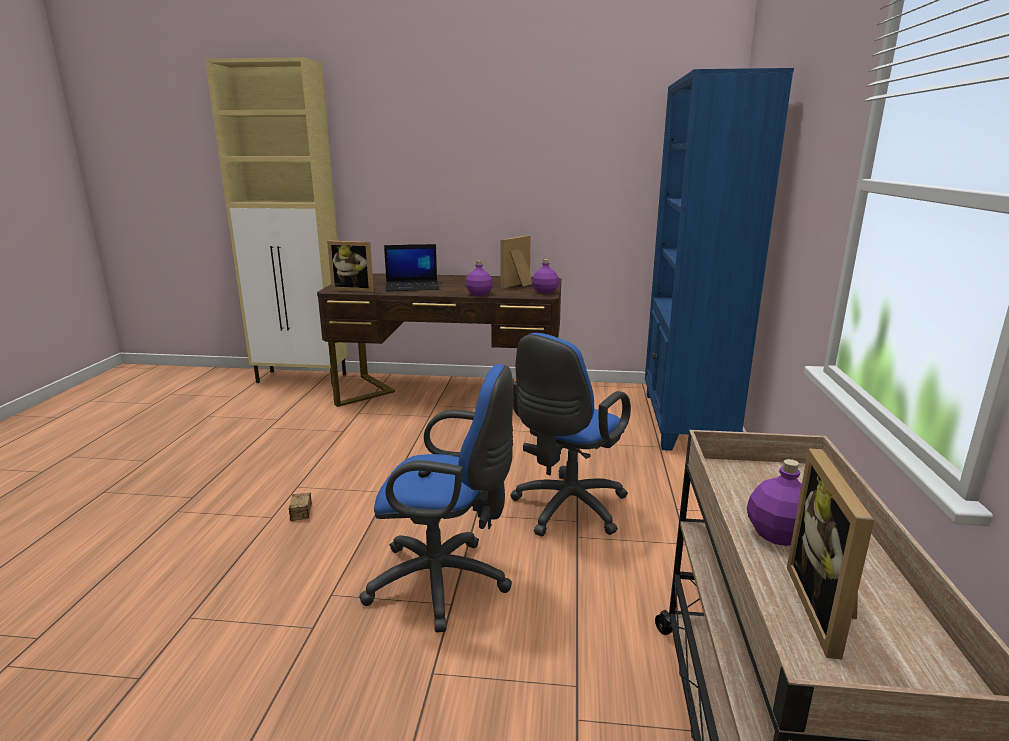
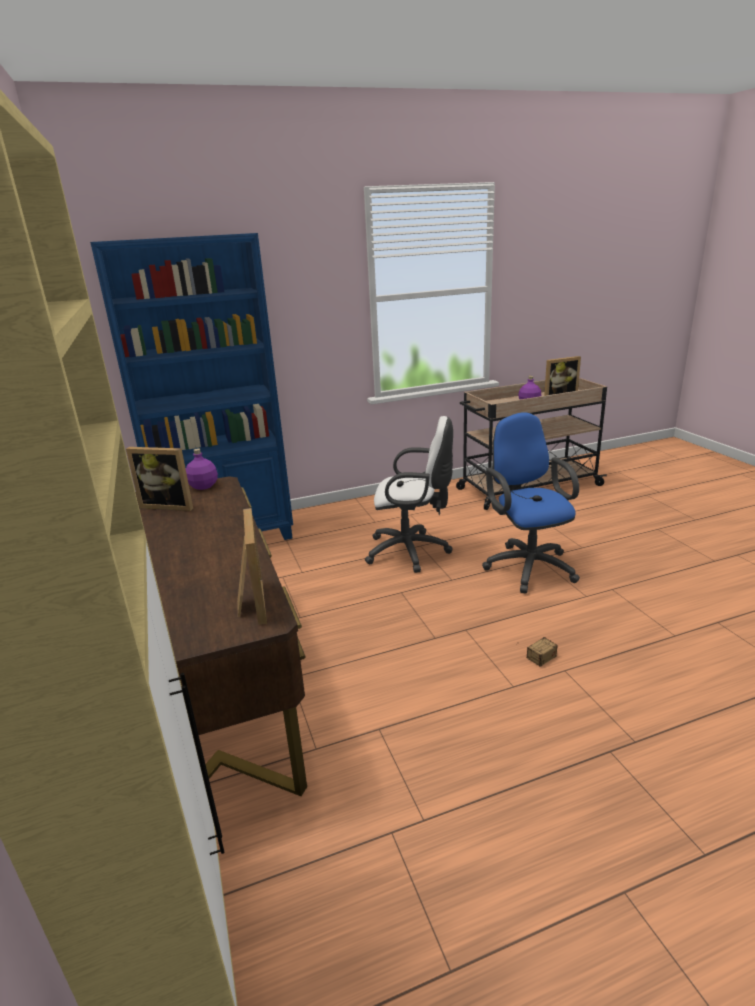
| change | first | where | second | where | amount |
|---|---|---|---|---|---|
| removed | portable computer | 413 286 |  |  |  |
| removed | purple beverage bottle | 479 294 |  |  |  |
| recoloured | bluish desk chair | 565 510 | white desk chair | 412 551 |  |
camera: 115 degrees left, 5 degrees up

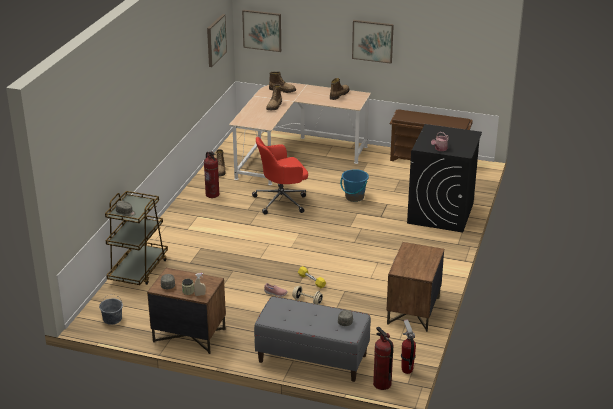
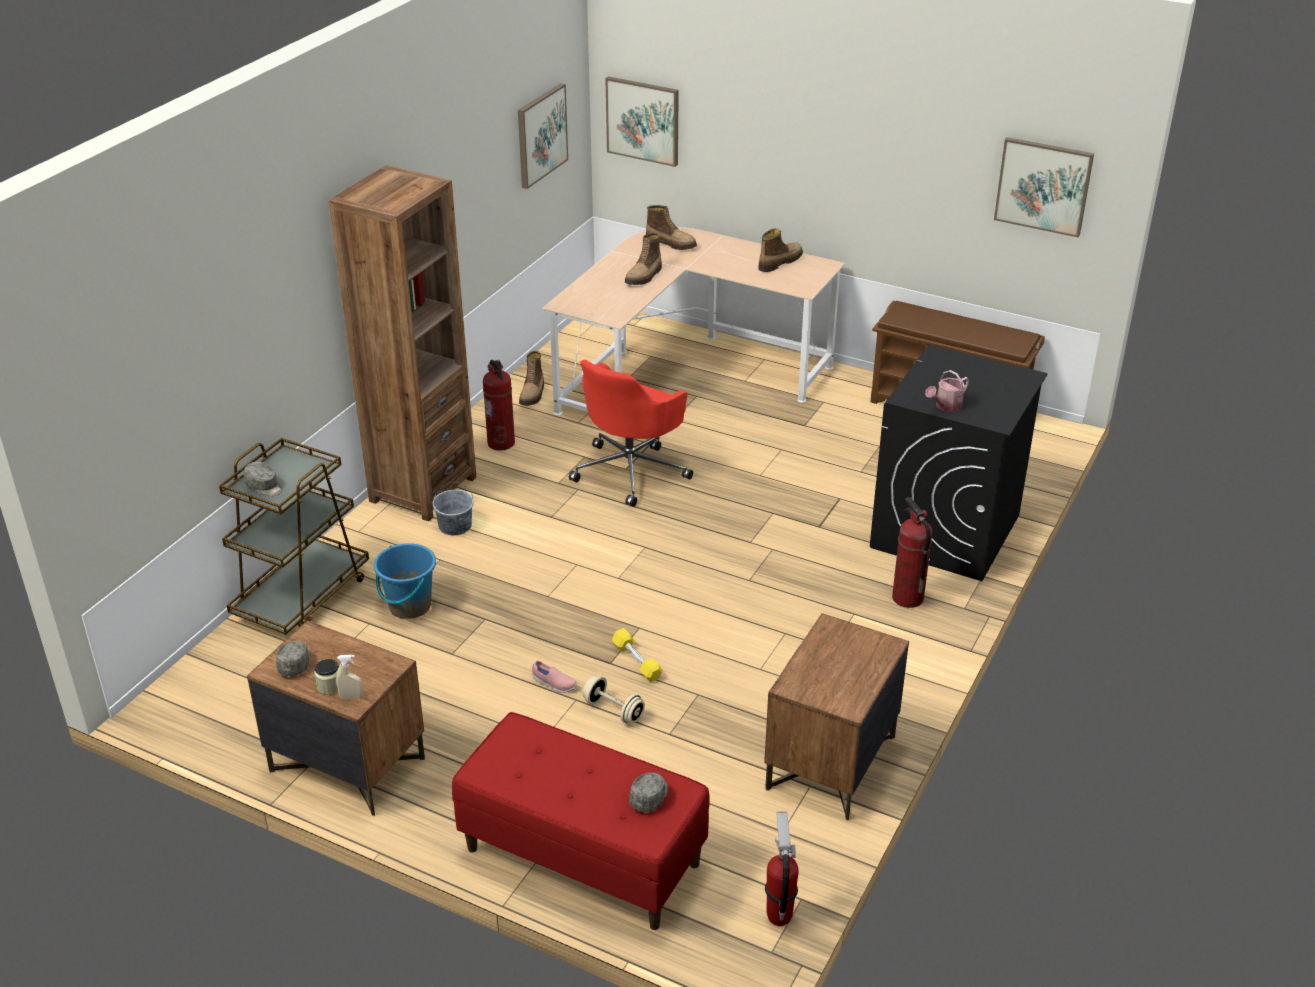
| change | first | where | second | where | amount |
|---|---|---|---|---|---|
| moved | grey bucket | 112 319 |  | 454 526 |  |
| turned | red desk chair | 282 201 |  | 631 470 | 45 degrees counterclockwise |
| recoloured | grey long seat | 312 358 | red long seat | 582 857 |  |
| moved | bluish bucket | 354 197 |  | 409 606 |  |
| moved | wall art | 372 41 |  | 1043 186 |  |
| moved | extinguisher | 382 384 |  | 907 598 |  |
| added |  |  | brown-coloured bookshelf | 423 489 |  |
camera: 10 degrees right, 5 degrees up

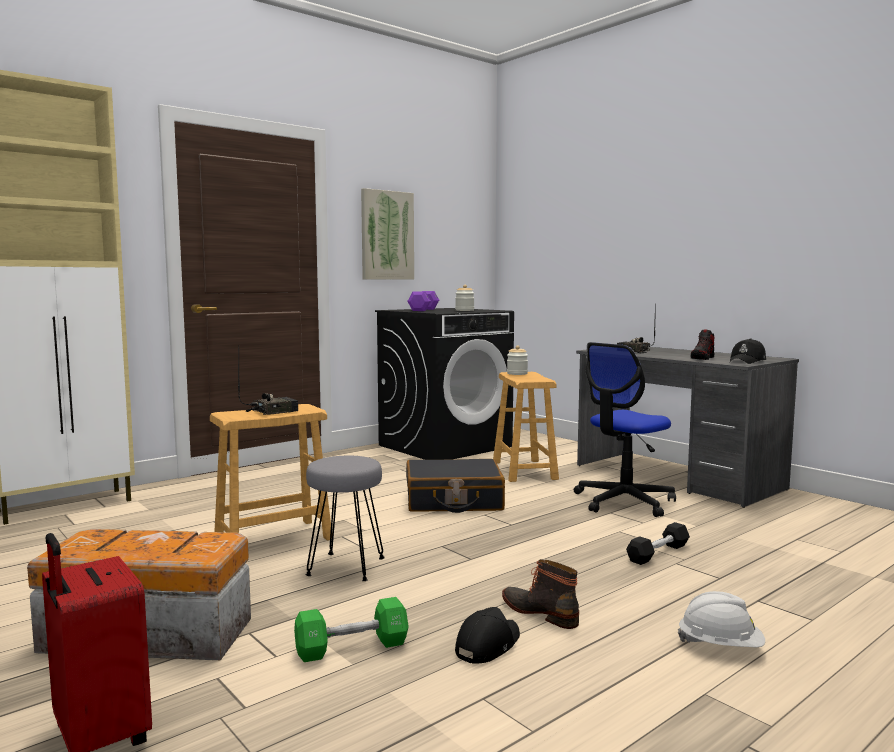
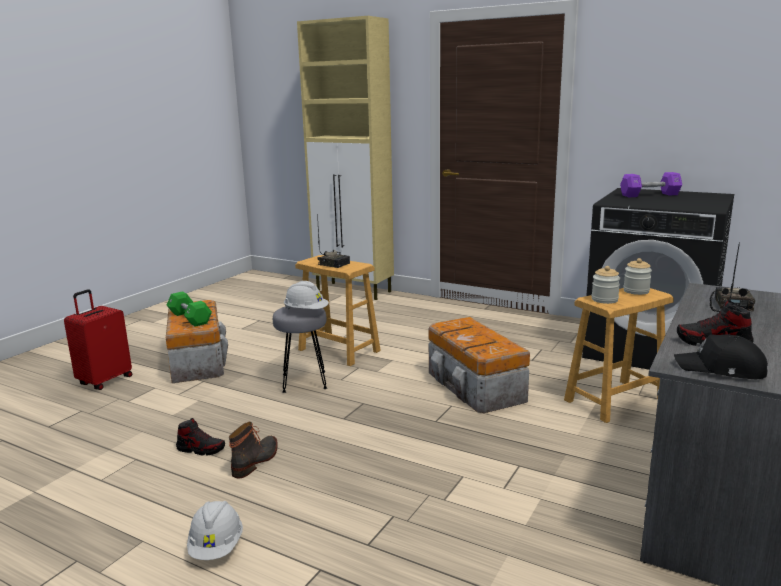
| change | first | where | second | where | amount |
|---|---|---|---|---|---|
| moved | green hand weight | 352 647 |  | 190 318 |  |
| removed | wall art | 387 235 |  |  |  |
| replaced | blackish suitcase | 453 501 | storage box | 475 387 |  |
| moved | storage jar | 464 310 |  | 604 300 |  |
| replaced | blackish baseball cap | 487 645 | item of footwear | 201 449 |  |
| removed | desk chair | 624 501 |  |  |  |
| removed | blackish hand weight | 658 553 |  |  |  |
| added |  |  | white safety helmet | 306 311 |  |
camera: 70 degrees right, 10 degrees up

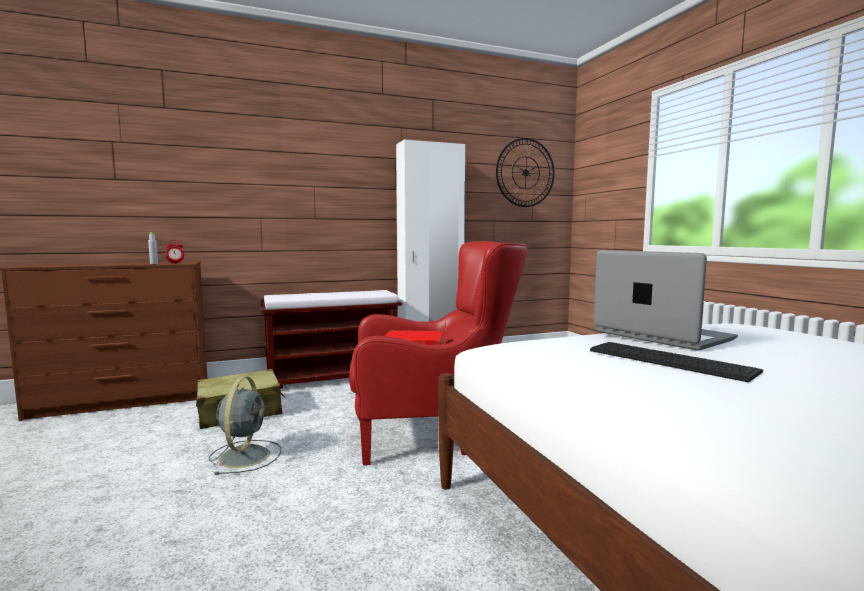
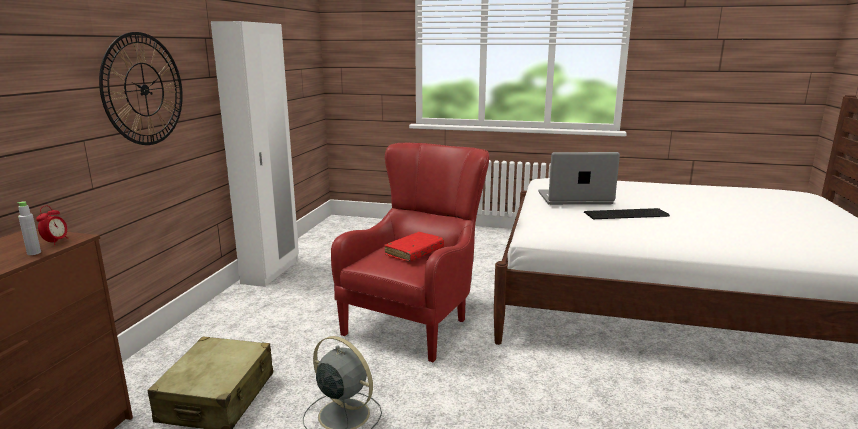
| change | first | where | second | where | amount |
|---|---|---|---|---|---|
| removed | brown-coloured long seat | 334 378 |  |  |  |
| moved | hanging clock | 525 172 |  | 144 89 |  |
camera: 55 degrees left, 10 degrees up

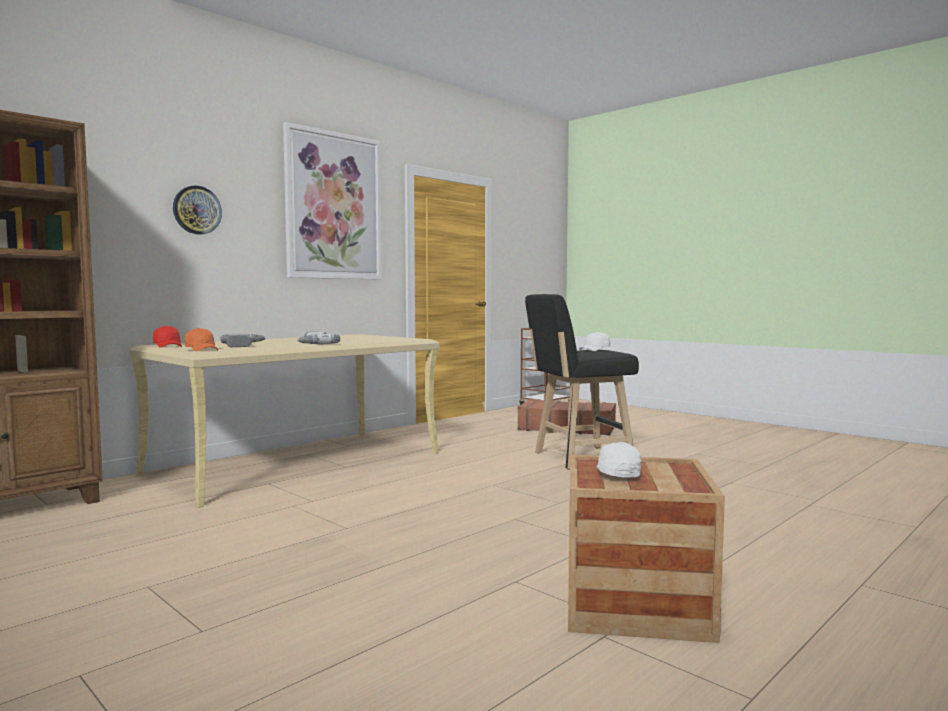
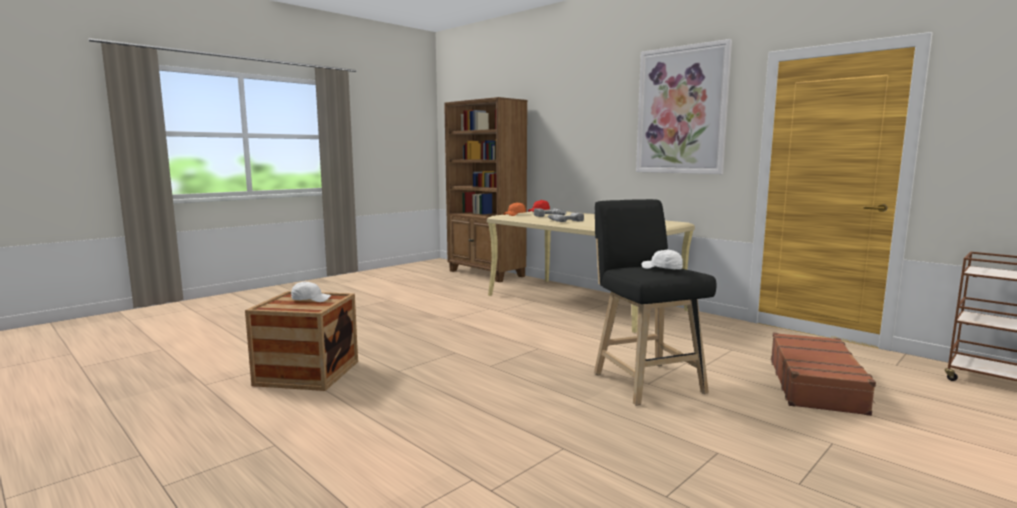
| change | first | where | second | where | amount |
|---|---|---|---|---|---|
| removed | hanging clock | 197 210 |  |  |  |
camera: 90 degrees right, 5 degrees up

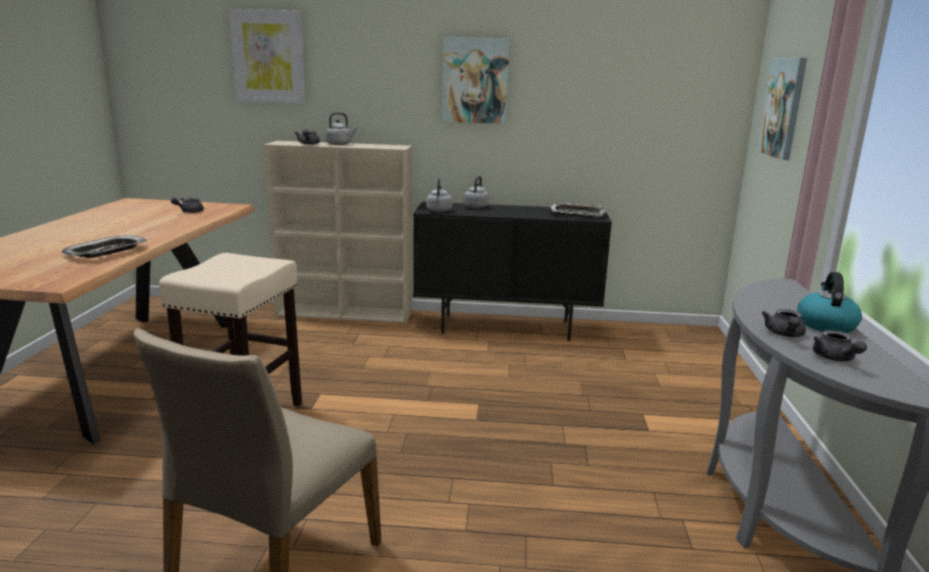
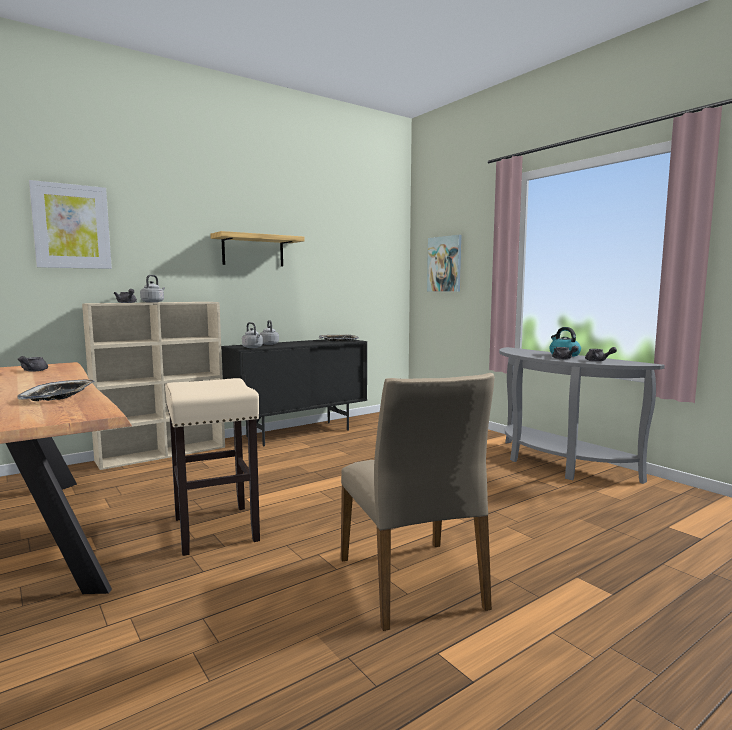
| change | first | where | second | where | amount |
|---|---|---|---|---|---|
| replaced | wall art | 475 80 | shelf | 253 251 |  |
camera: 40 degrees left, 10 degrees down

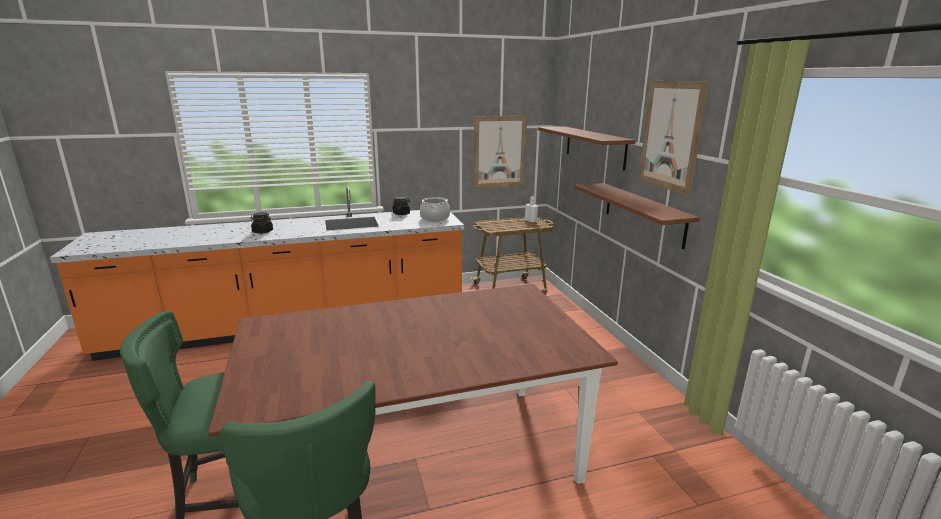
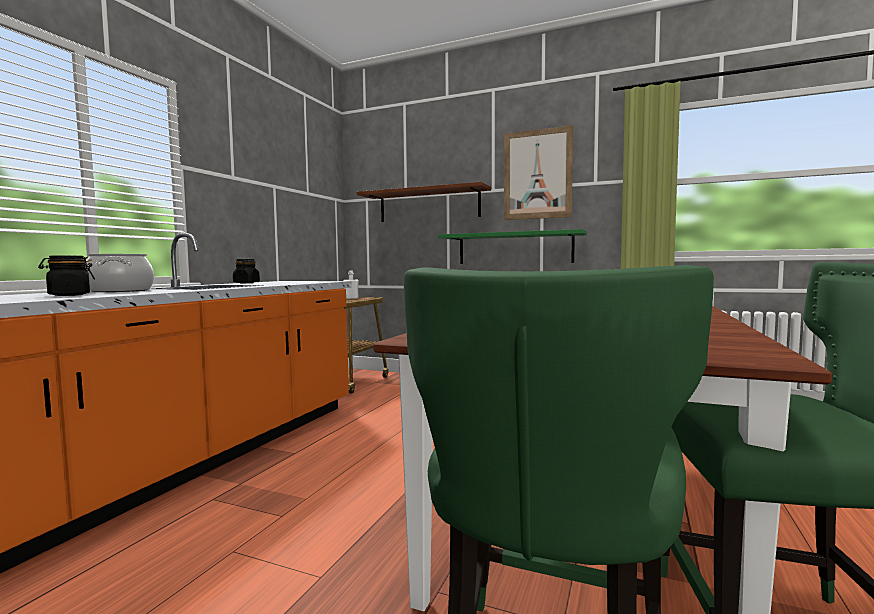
| change | first | where | second | where | amount |
|---|---|---|---|---|---|
| moved | saucepot | 435 218 |  | 120 291 |  |
| removed | wall art | 499 152 |  |  |  |
| recoloured | brown-coloured shelf | 643 213 | green shelf | 514 248 |  |
camera: 50 degrees left, 15 degrees down

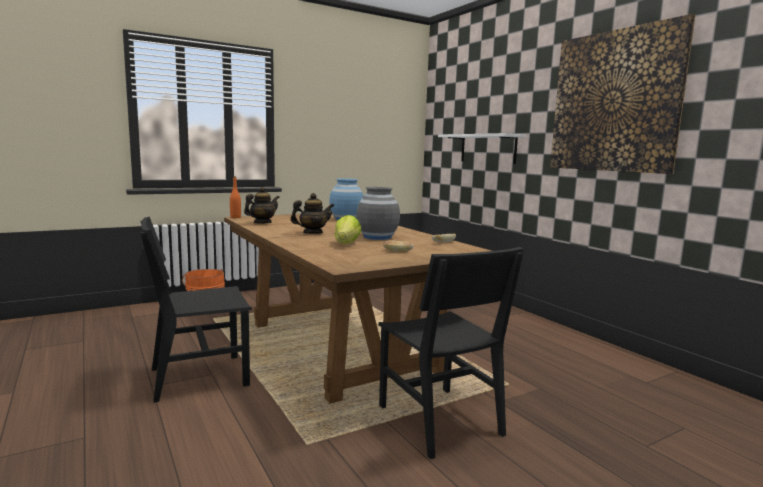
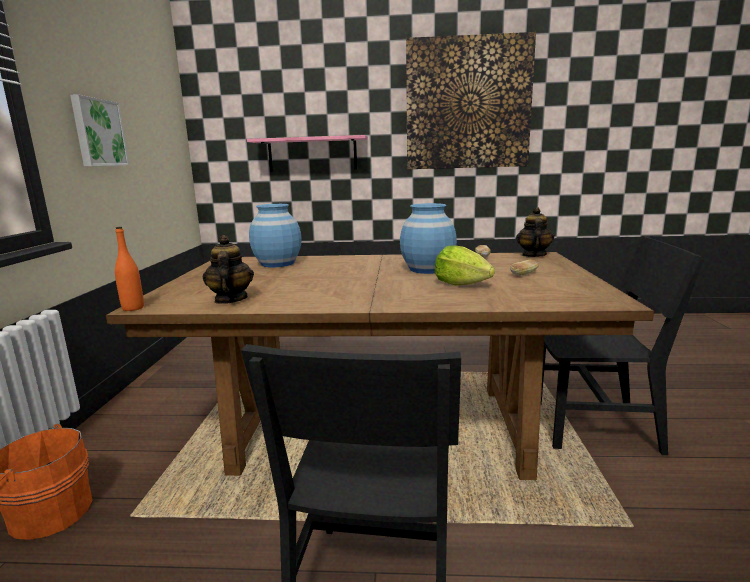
| change | first | where | second | where | amount |
|---|---|---|---|---|---|
| moved | tea pot | 312 233 |  | 533 255 |  |
| recoloured | grey vase | 377 237 | bluish vase | 428 269 |  |
| recoloured | white shelf | 488 148 | pinkish shelf | 312 154 |  |
| added |  |  | wall art | 98 133 |  |
camera: 55 degrees left, 5 degrees up

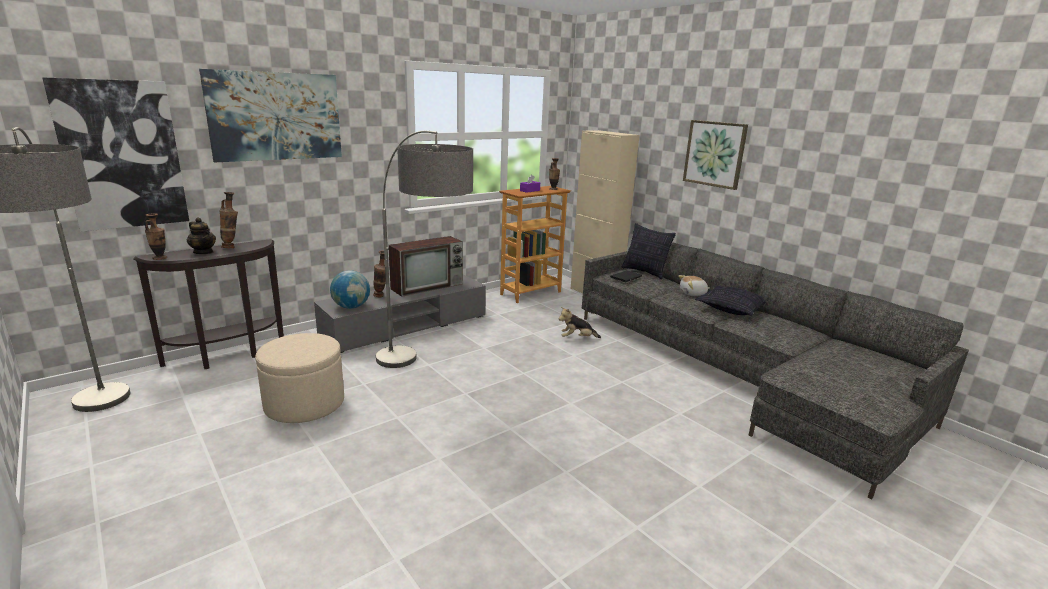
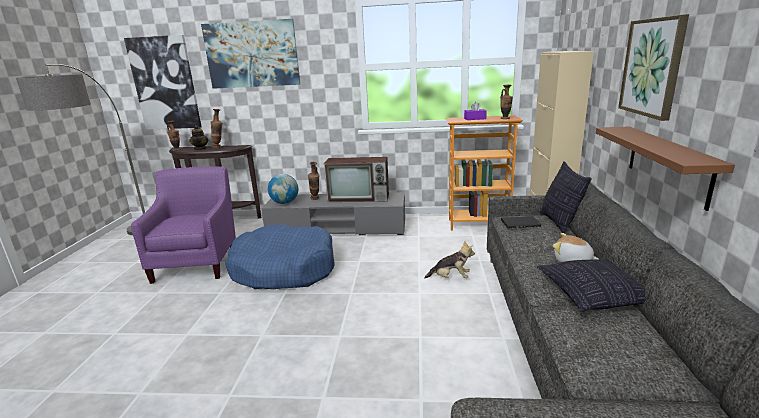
| change | first | where | second | where | amount |
|---|---|---|---|---|---|
| replaced | sand-coloured pouffe | 304 404 | purple armchair | 198 263 |  |
| replaced | standing lamp | 424 376 | bluish dog bed | 284 269 |  |
| turned | soft toy | 577 338 |  | 450 278 | 150 degrees clockwise |
| added |  |  | brown-coloured shelf | 667 164 |  |
camera: 45 degrees right, 0 degrees up

